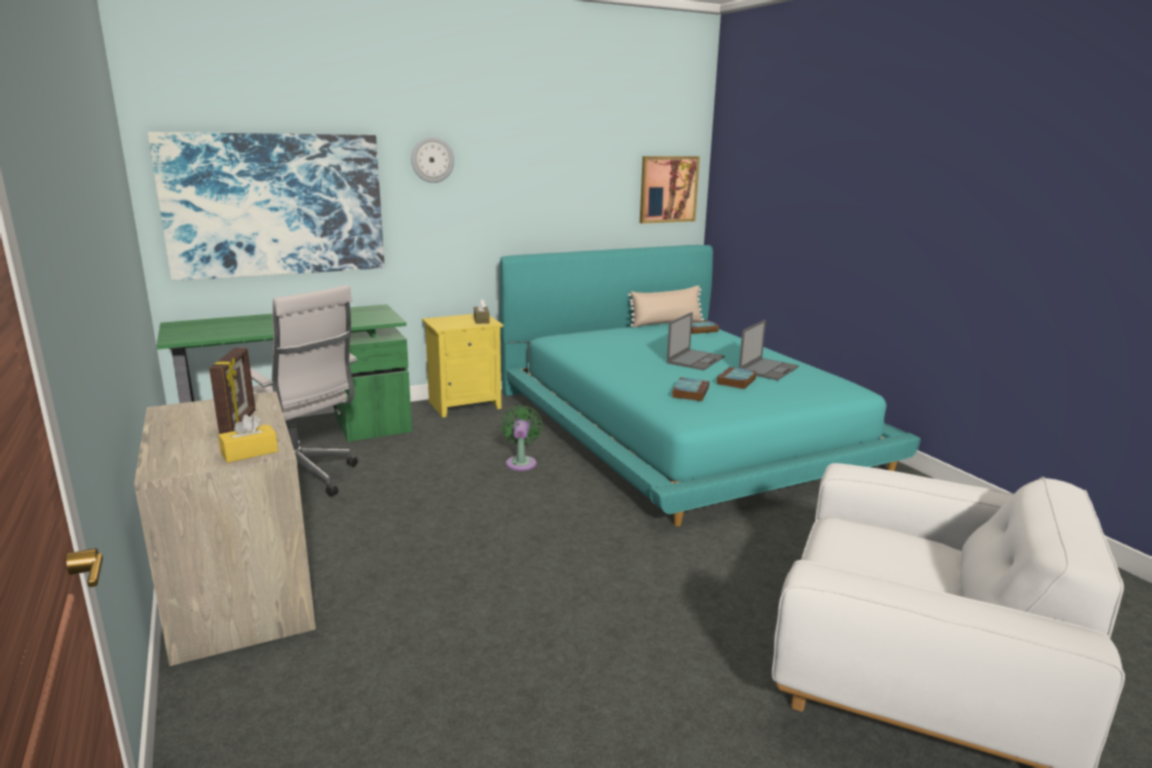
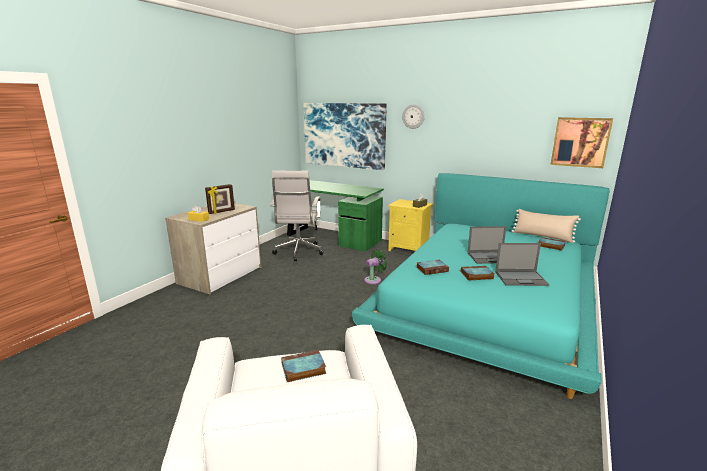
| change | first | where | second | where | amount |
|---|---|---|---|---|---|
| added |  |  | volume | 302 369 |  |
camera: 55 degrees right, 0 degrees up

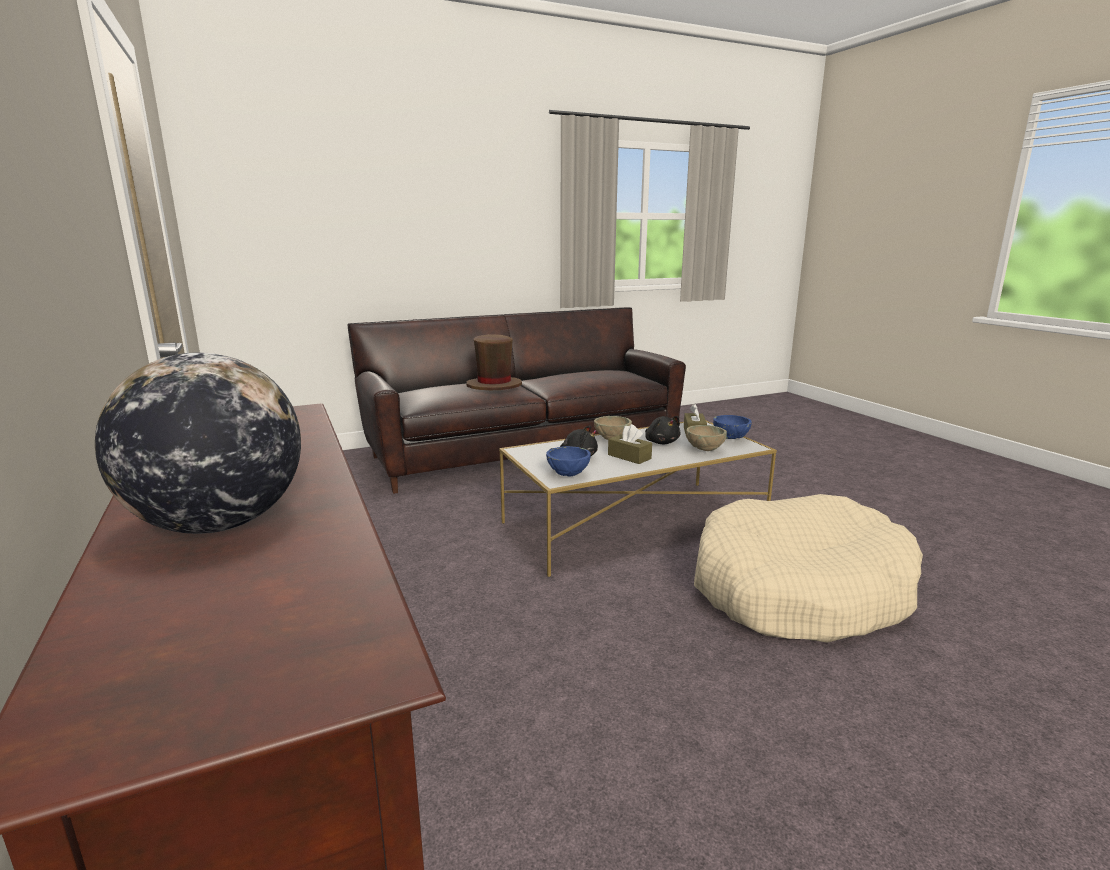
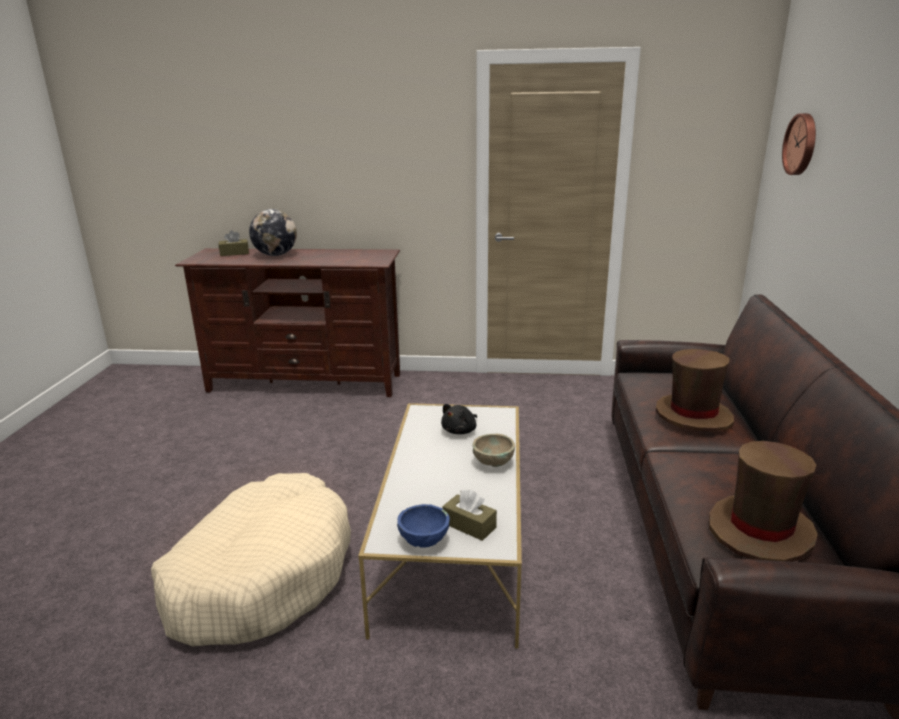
| change | first | where | second | where | amount |
|---|---|---|---|---|---|
| removed | bluish serving bowl | 568 474 |  |  |  |
| moved | brown-coloured tissue box | 629 457 |  | 234 253 |  |
| removed | blackish soft toy | 661 442 |  |  |  |
| removed | sand-coloured serving bowl | 705 450 |  |  |  |
| added |  |  | brown-coloured wearable hat | 760 531 |  |
| added |  |  | hanging clock | 802 144 |  |
camera: 120 degrees right, 5 degrees up

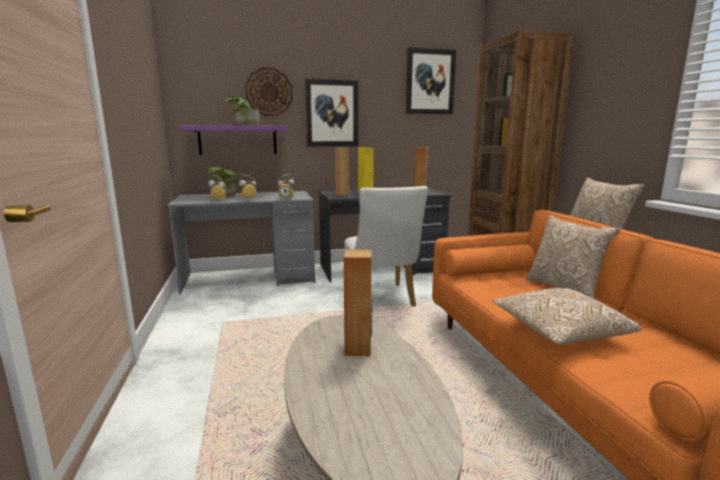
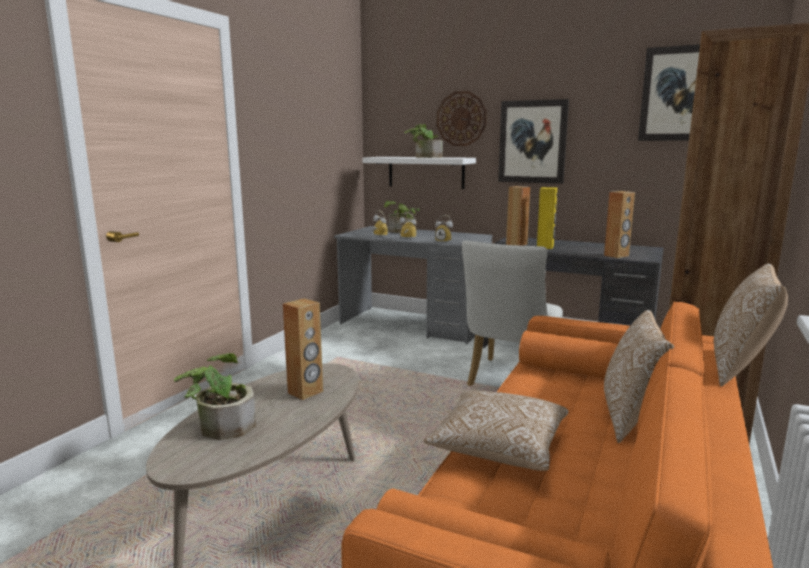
| change | first | where | second | where | amount |
|---|---|---|---|---|---|
| recoloured | purple shelf | 237 140 | white shelf | 426 172 |  |
| added |  |  | houseplant | 221 424 |  |
camera: 40 degrees right, 0 degrees up

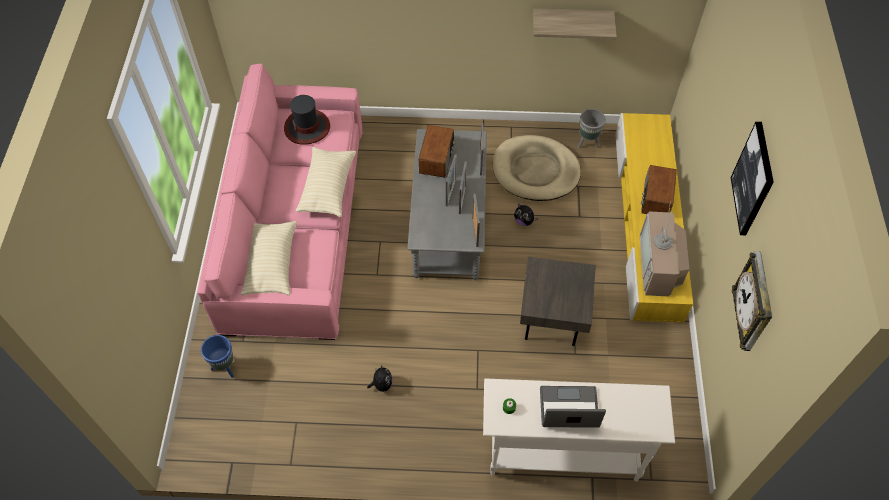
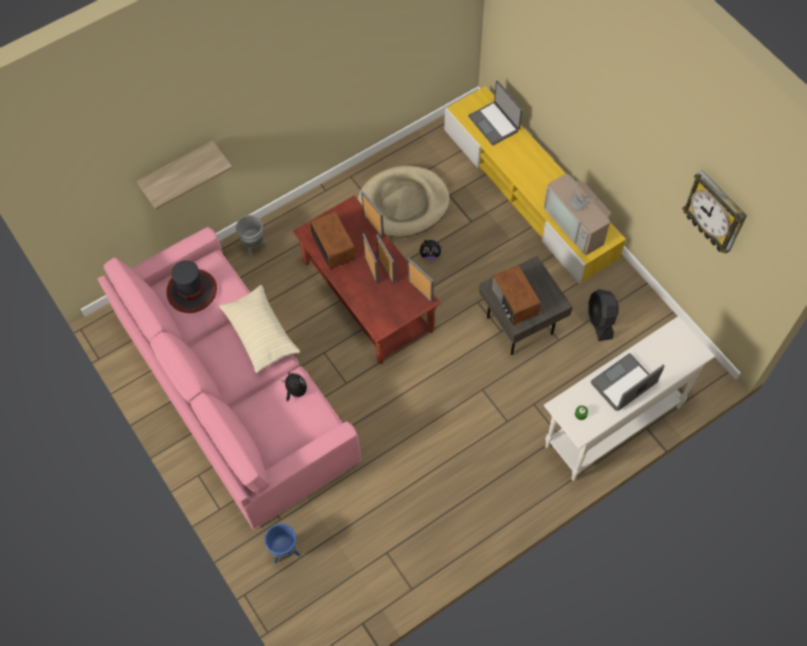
| change | first | where | second | where | amount |
|---|---|---|---|---|---|
| removed | sand-coloured throw pillow | 271 264 |  |  |  |
| moved | soft toy | 381 384 |  | 295 391 |  |
| recoloured | grey lounge table | 448 221 | brown-coloured lounge table | 367 296 |  |
| moved | shelf | 572 21 |  | 178 170 |  |
| moved | grey planter | 587 142 |  | 254 248 |  |
| moved | radio set | 655 198 |  | 514 302 |  |
| removed | wall art | 753 179 |  |  |  |
| added |  |  | portable computer | 494 123 |  |
| added |  |  | blackish fan | 600 321 |  |
camera: 35 degrees left, 5 degrees up

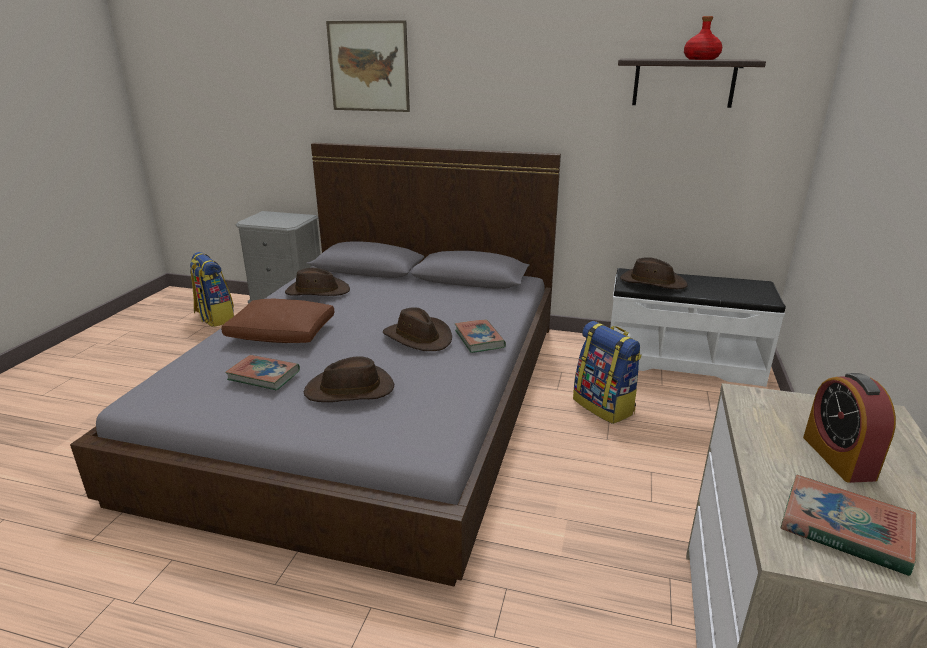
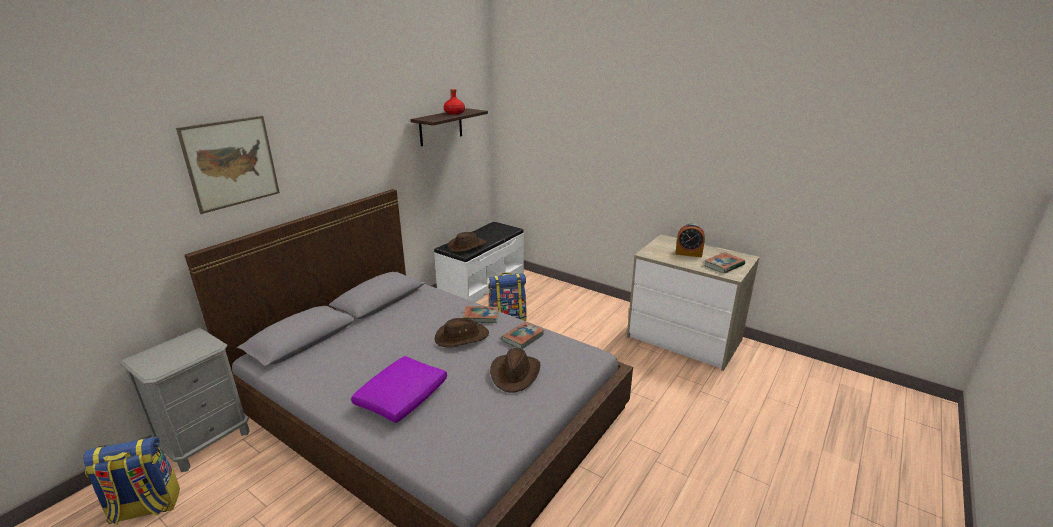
| change | first | where | second | where | amount |
|---|---|---|---|---|---|
| recoloured | brown-coloured throw pillow | 283 334 | purple throw pillow | 402 397 |  |
| moved | volume | 264 376 |  | 523 337 |  |
| removed | brown-coloured wearable hat | 317 291 |  |  |  |
camera: 70 degrees left, 0 degrees up

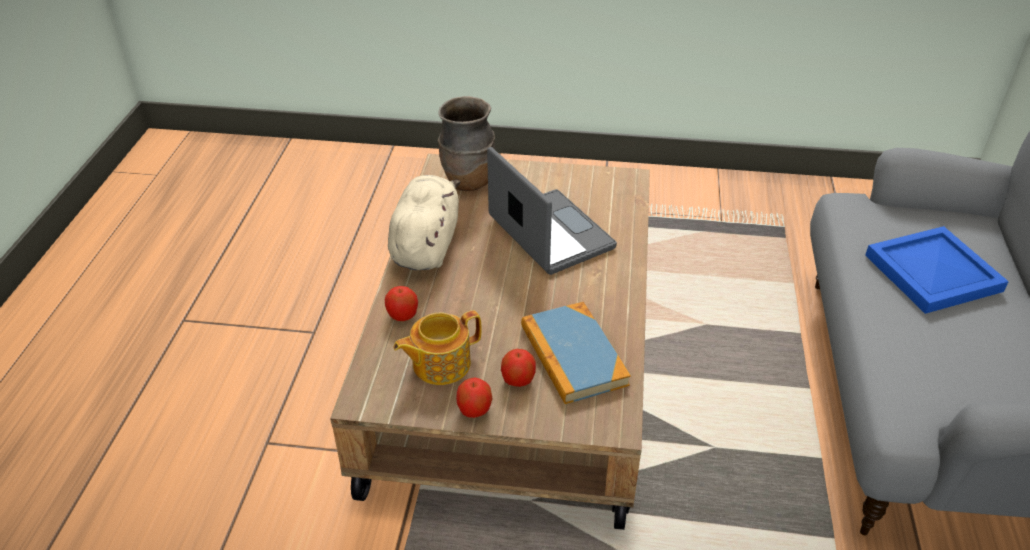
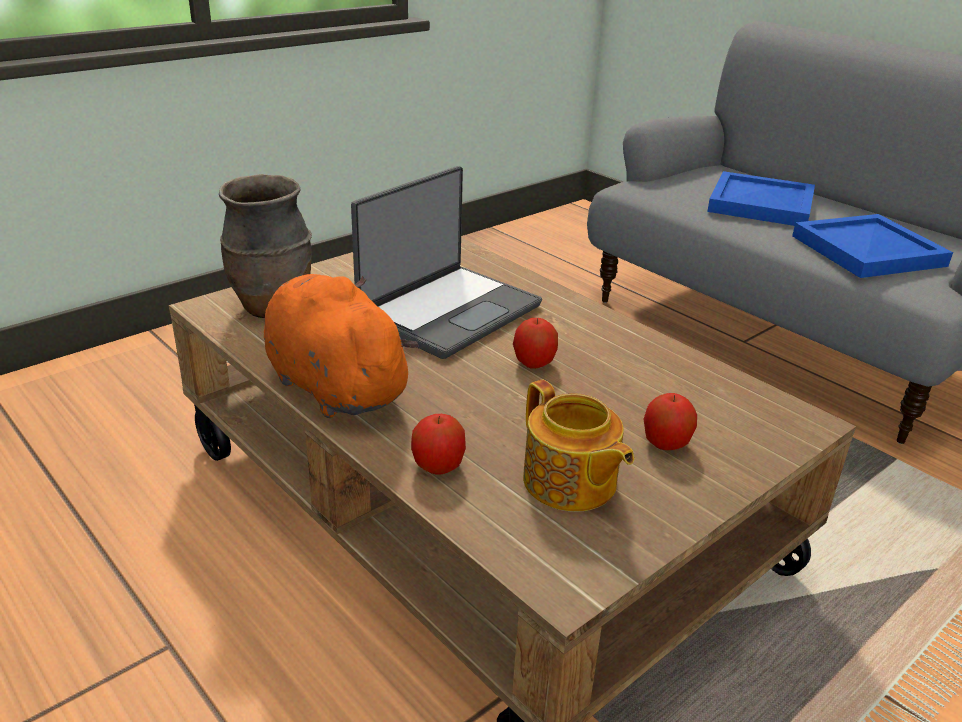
| change | first | where | second | where | amount |
|---|---|---|---|---|---|
| recoloured | sand-coloured soft toy | 426 245 | orangey soft toy | 333 385 |  |
| turned | tea pot | 440 364 |  | 570 483 | 45 degrees counterclockwise |
| moved | whole apple | 474 410 |  | 534 363 |  |
| turned | portable computer | 548 234 |  | 448 311 | 120 degrees clockwise |
| removed | volume | 573 355 |  |  |  |
| added |  |  | bluish serving tray | 870 251 |  |
camera: 50 degrees left, 10 degrees down

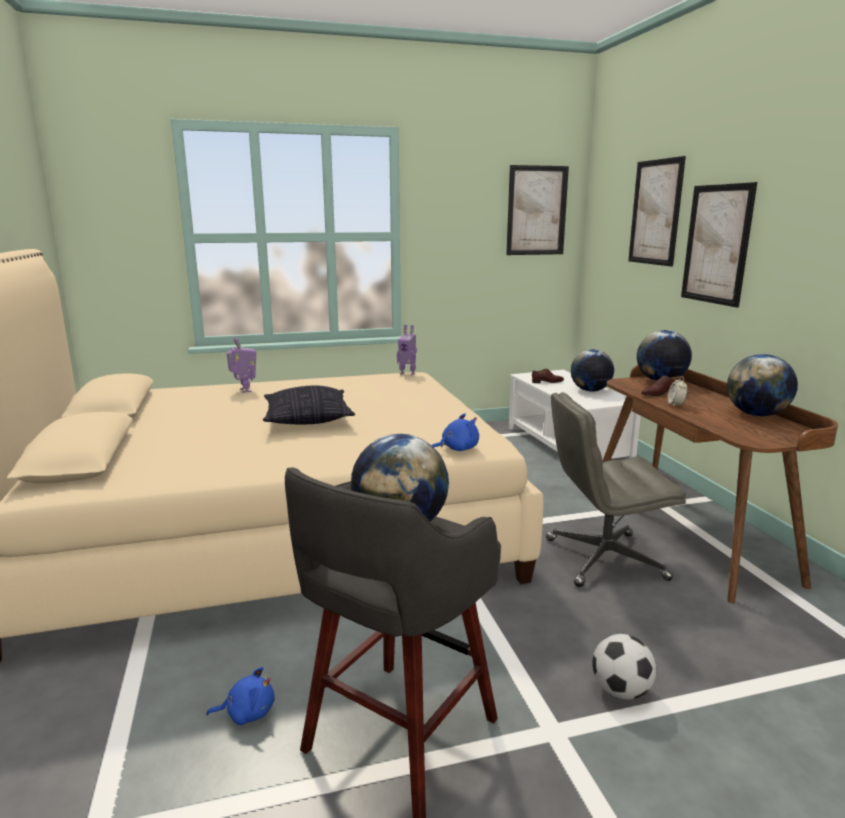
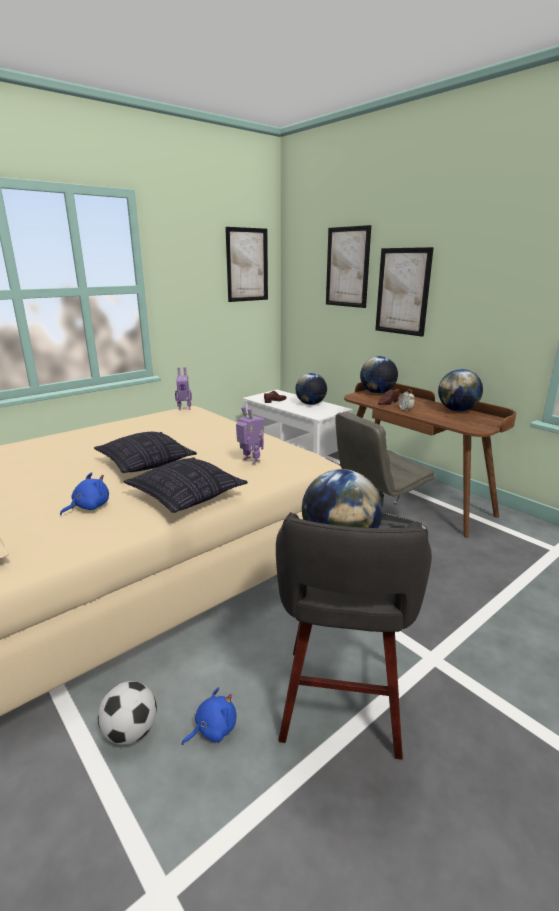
| change | first | where | second | where | amount |
|---|---|---|---|---|---|
| moved | model robot | 244 390 |  | 250 460 |  |
| moved | bluish soft toy | 457 449 |  | 89 507 |  |
| moved | ball for football | 621 691 |  | 131 732 |  |
| added |  |  | throw pillow | 186 496 |  |
camera: 25 degrees left, 5 degrees up

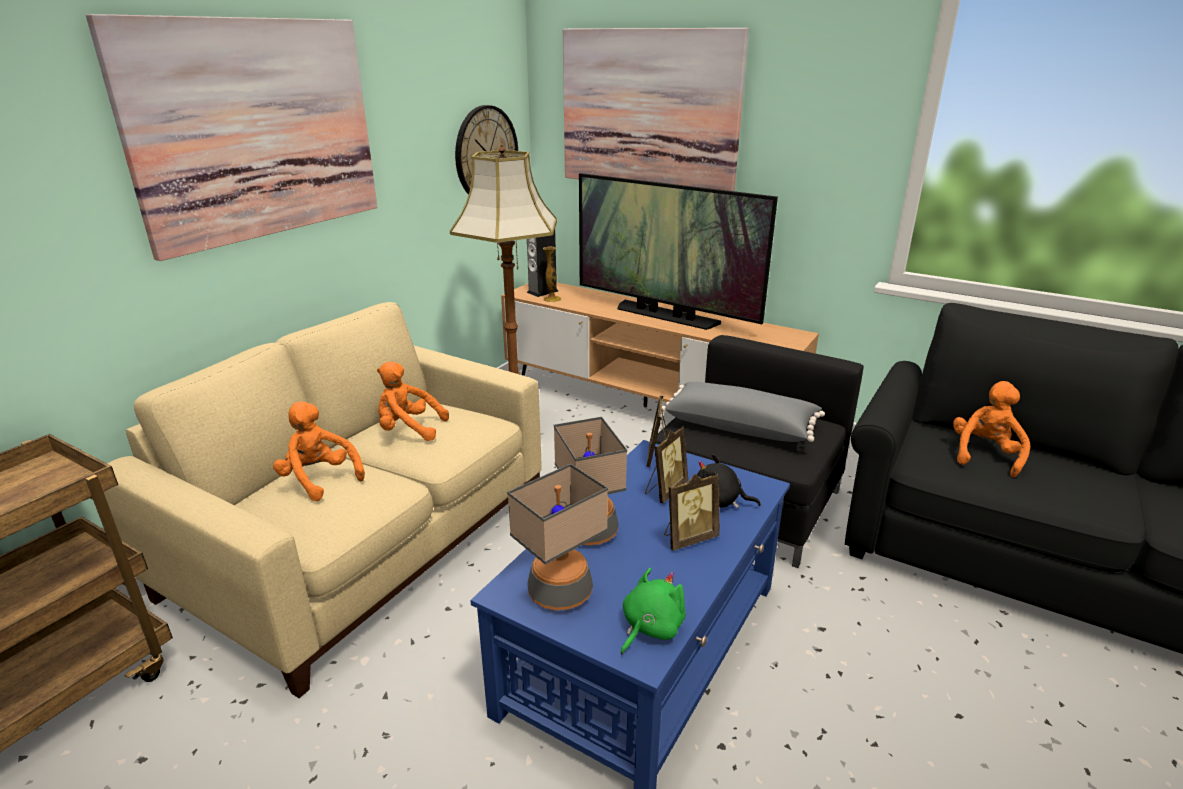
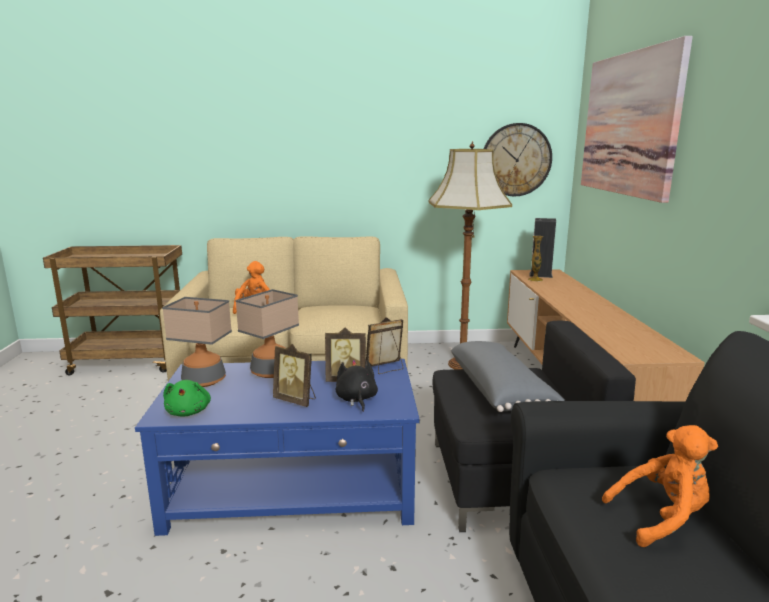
| change | first | where | second | where | amount |
|---|---|---|---|---|---|
| removed | wall art | 257 130 |  |  |  |
| removed | orangey soft toy | 409 429 |  |  |  |
| removed | TV | 665 316 |  |  |  |
| turned | green soft toy | 650 628 |  | 189 412 | 75 degrees clockwise |
camera: 55 degrees right, 10 degrees down

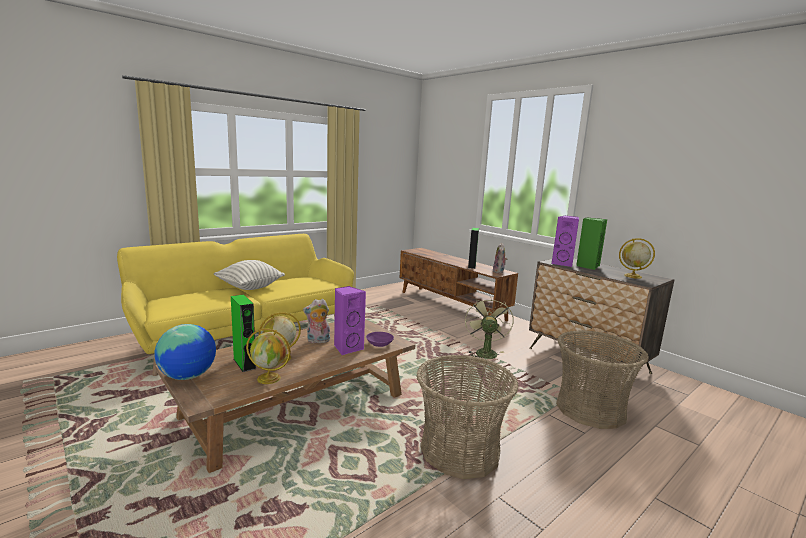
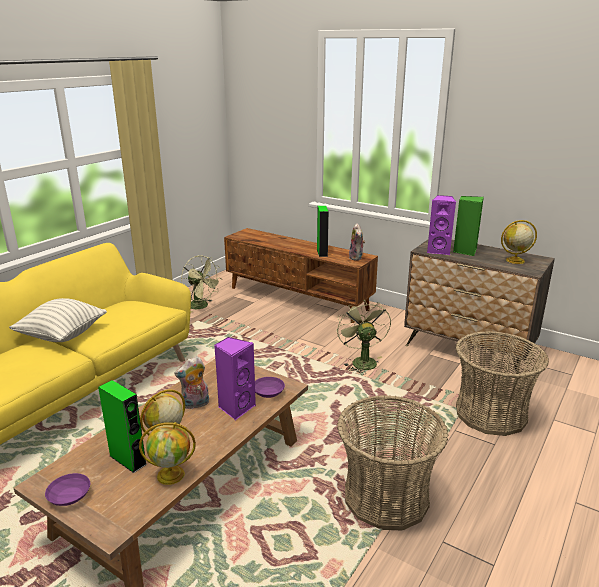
| change | first | where | second | where | amount |
|---|---|---|---|---|---|
| replaced | world globe | 188 376 | purple serving bowl | 70 496 |  |
| added |  |  | green fan | 202 306 |  |
camera: 15 degrees left, 10 degrees up

